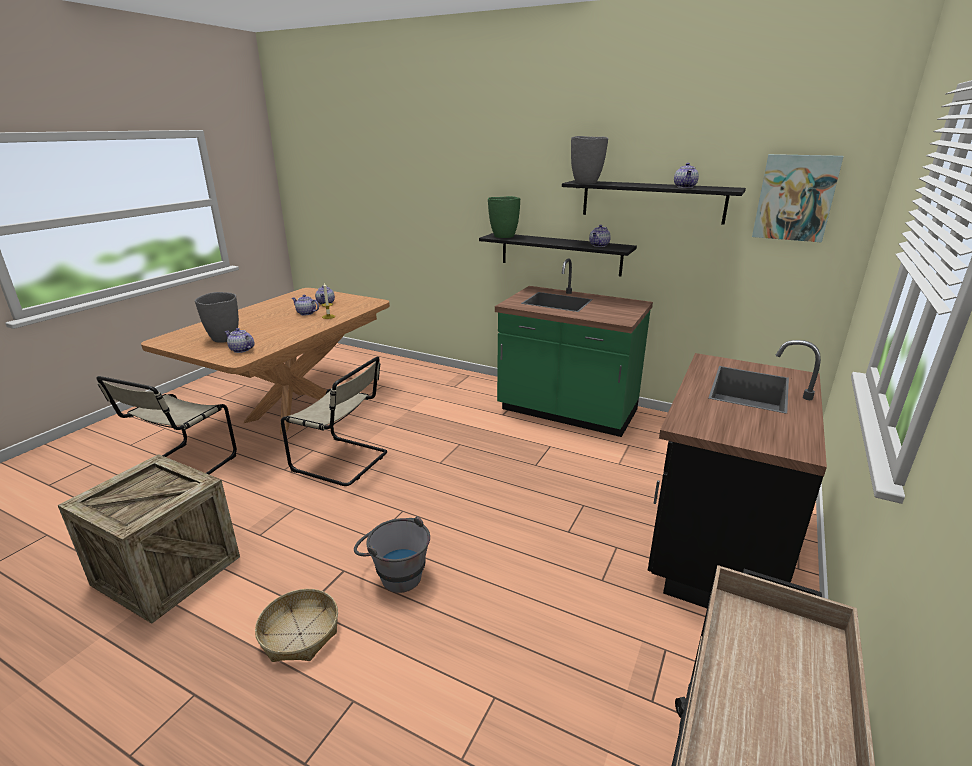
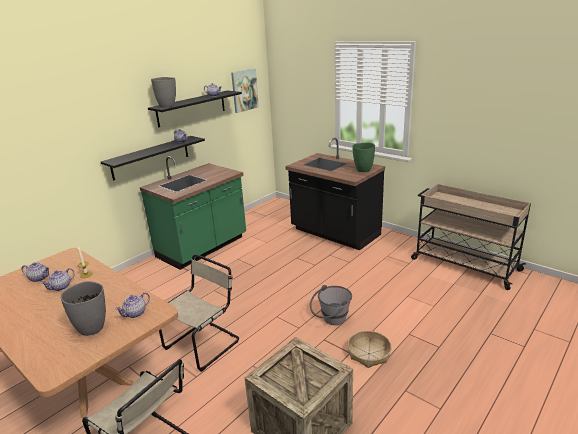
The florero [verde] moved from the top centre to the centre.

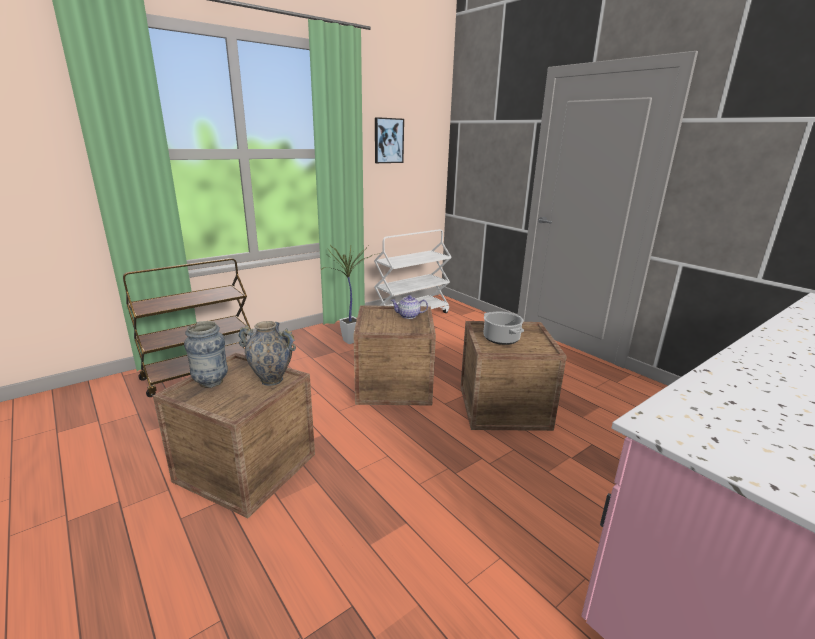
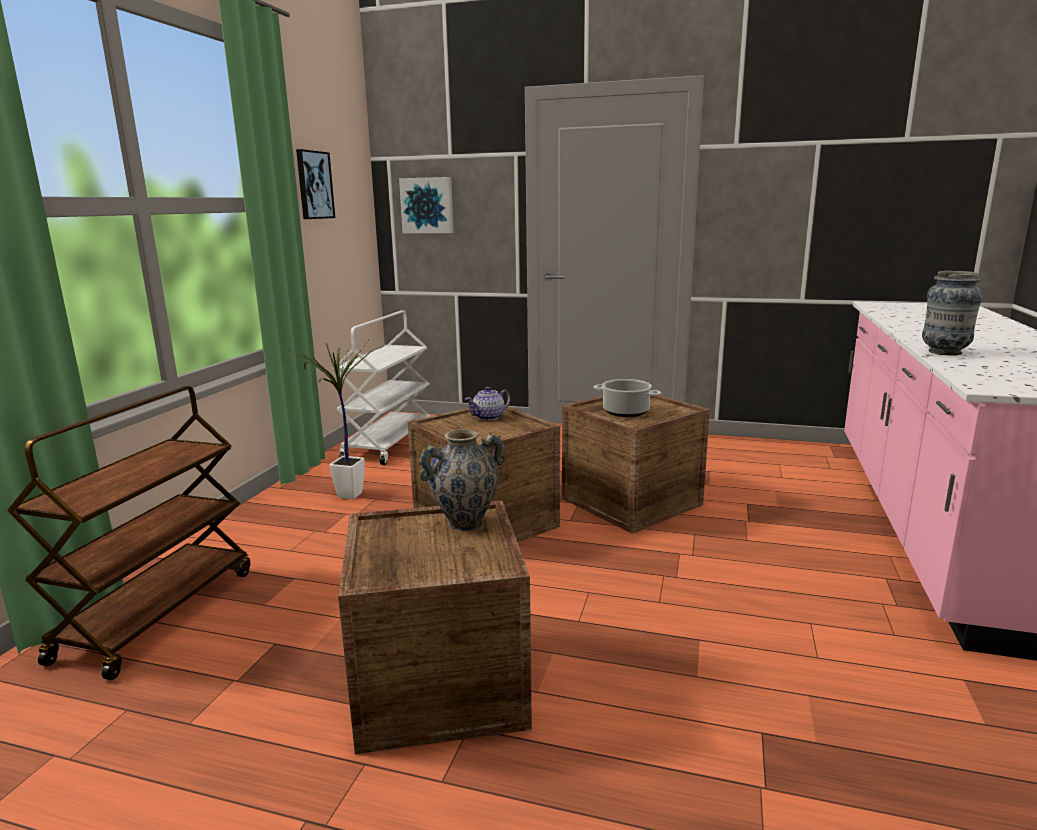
The florero (no. 1 from left in the first image) moved from the middle left to the middle right.
The cuadro (no. 2 from left) at the top centre appeared.

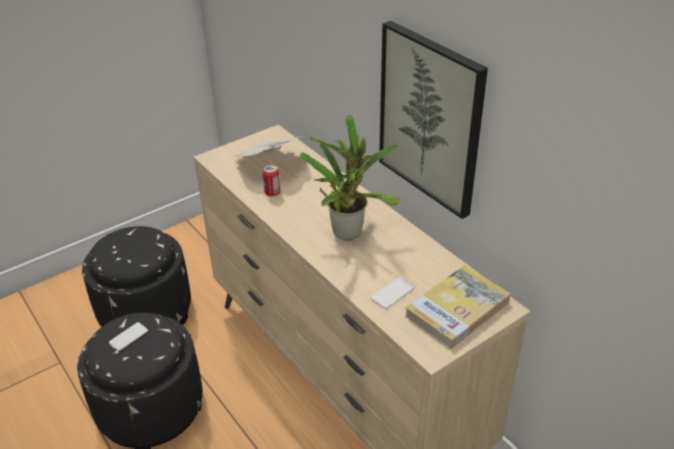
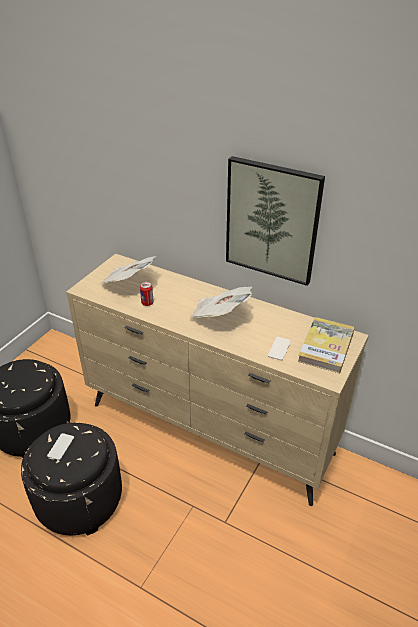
The planta en maceta at the centre was replaced by the periódico (no. 2 from left) at the centre.

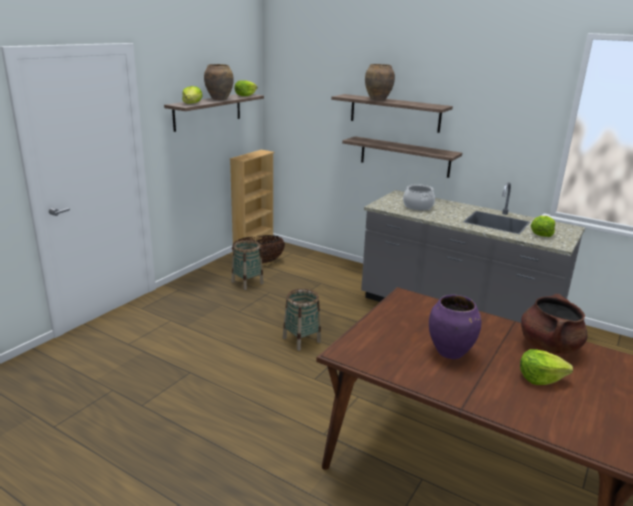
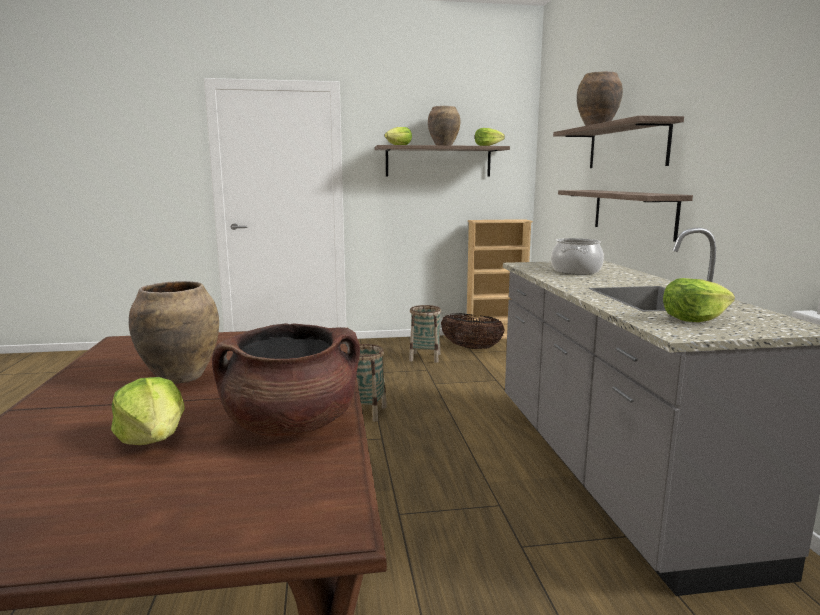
The florero [morado] at the middle right became the florero [marrón] (no. 1 from left) at the middle left.

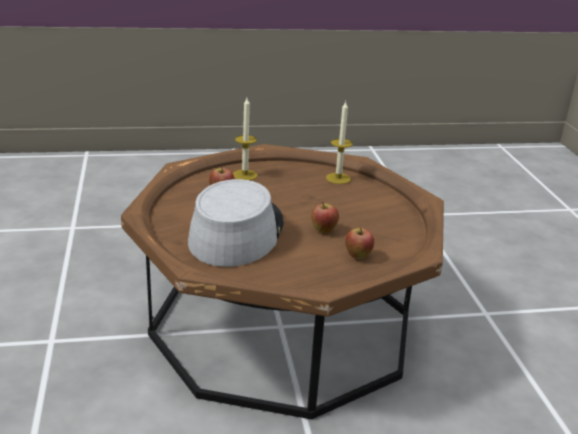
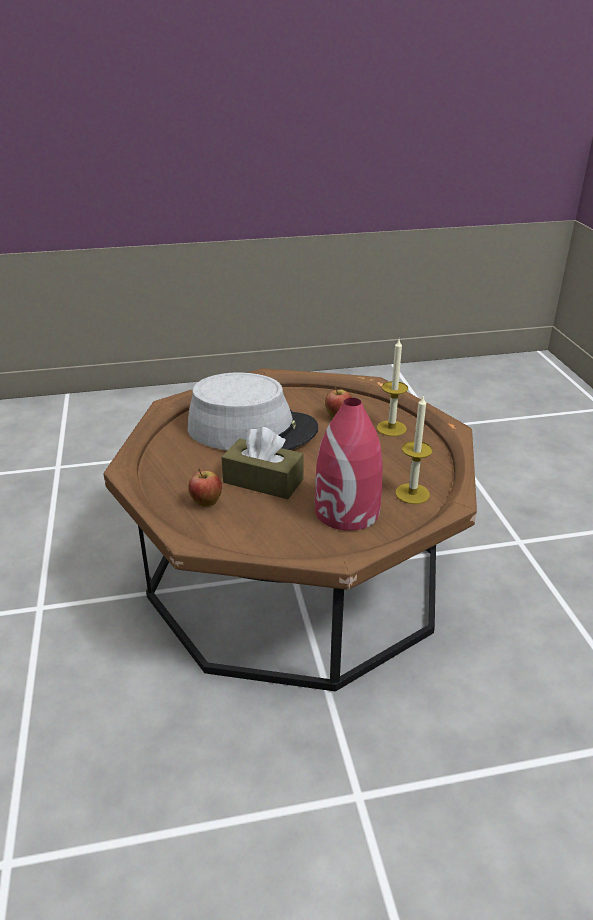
The manzana (no. 2 from left) at the centre was replaced by the caja de pañuelos [marrón] at the centre.
The florero [rojo] at the centre appeared.

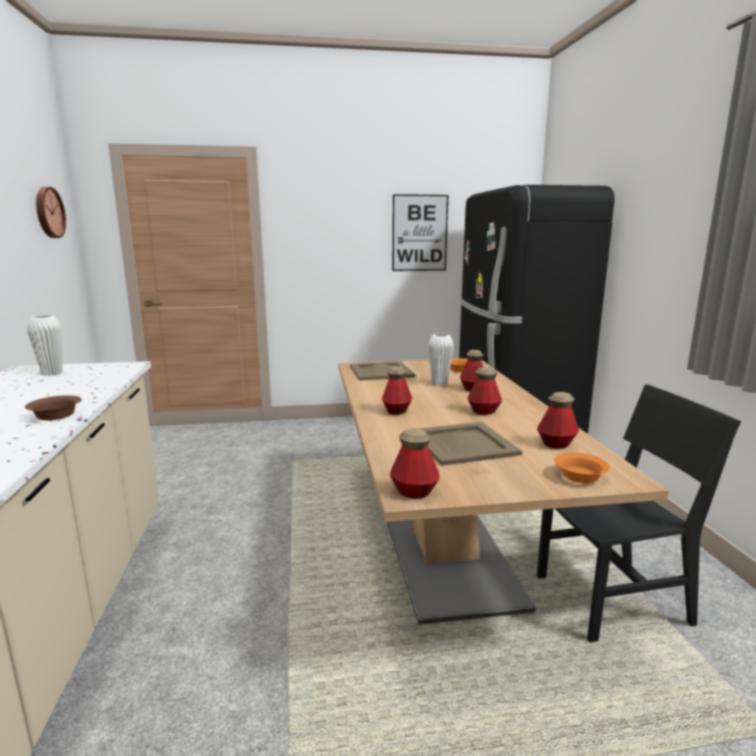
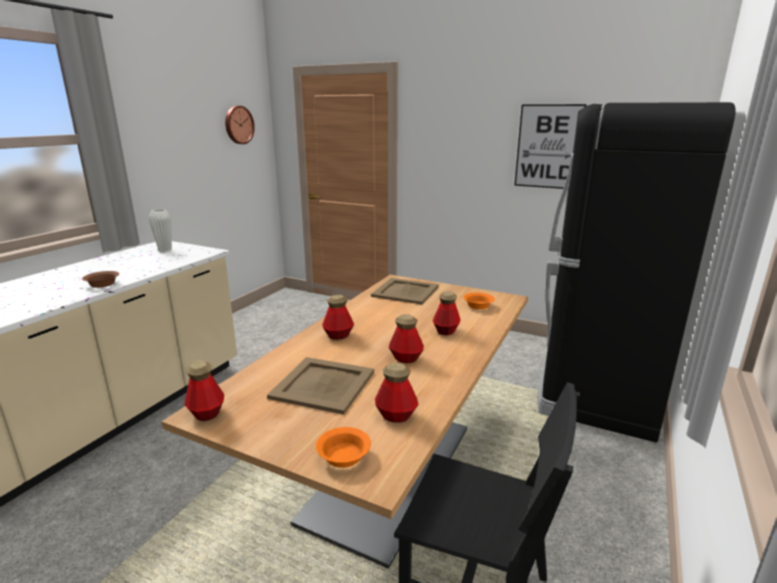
The florero [blanco] (no. 2 from left) at the centre disappeared.

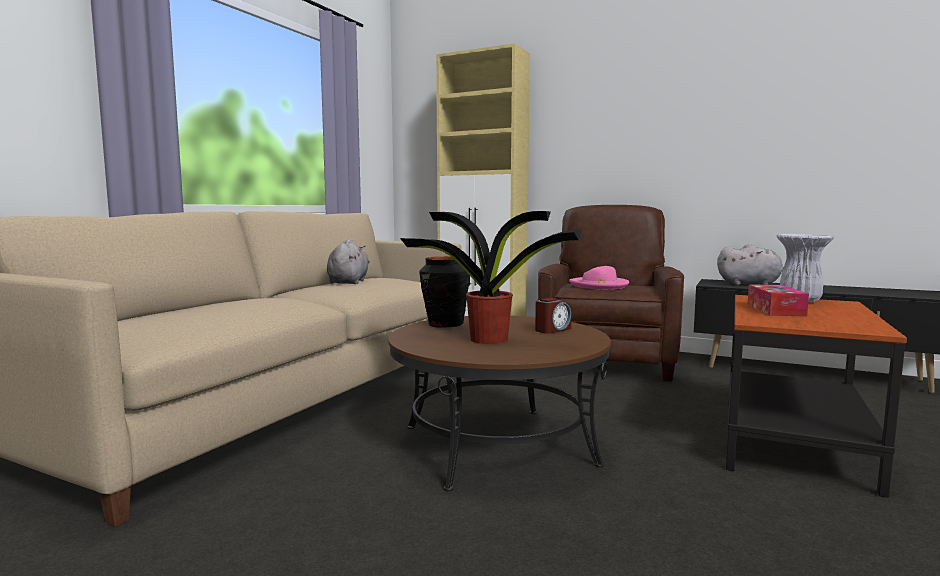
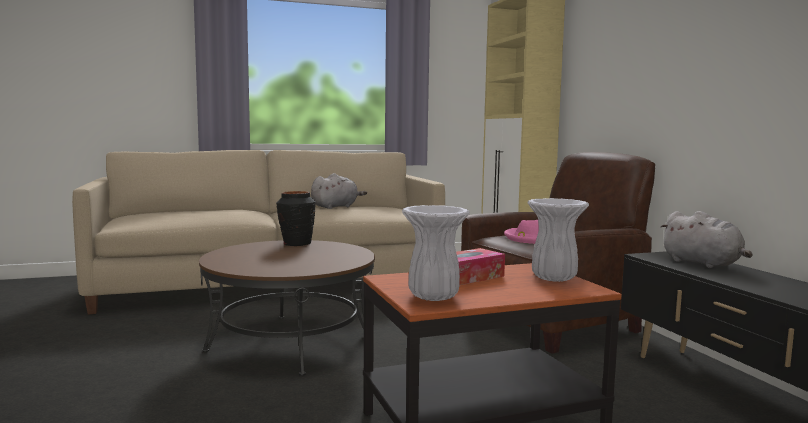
The planta en maceta at the centre disappeared.
The despertador at the centre disappeared.
The florero [blanco] (no. 1 from left) at the centre appeared.

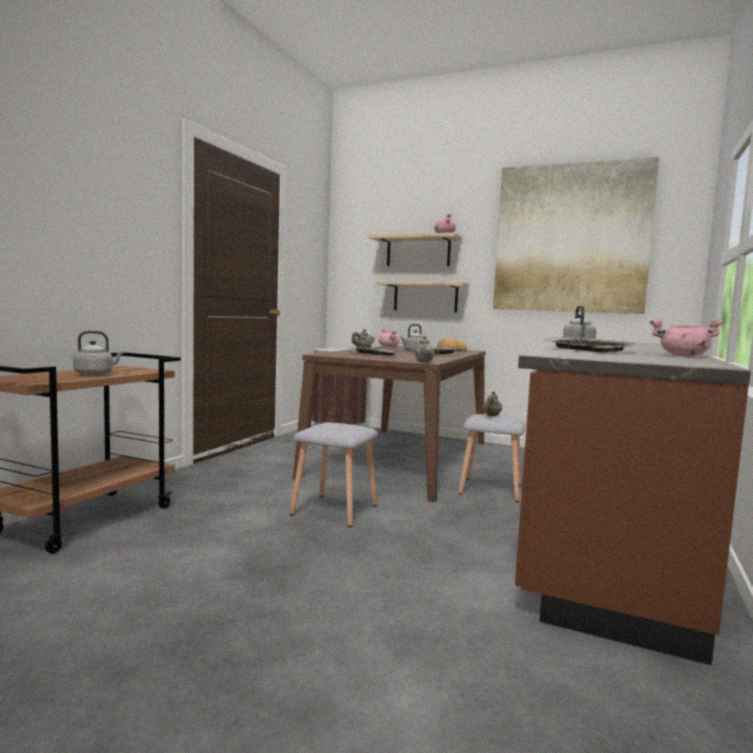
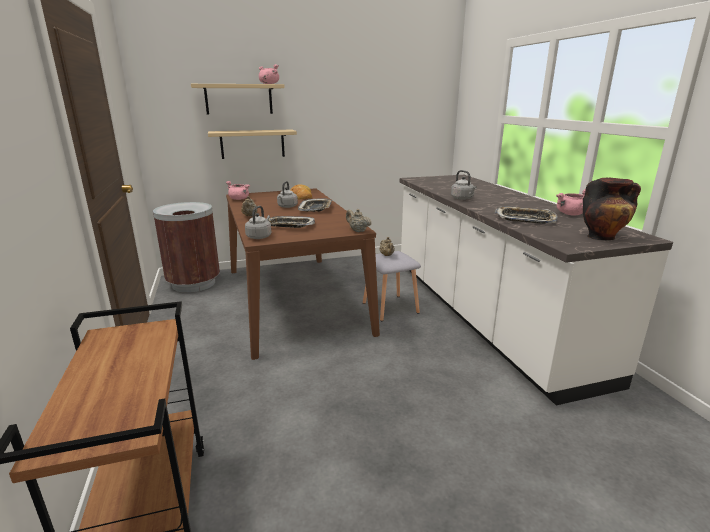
The hervidor [gris] (no. 1 from left) moved from the middle left to the centre.
The taburete [gris] (no. 1 from left) at the centre disappeared.
The cuadro at the top right disappeared.
The mueble bajo de cocina [marrón] at the bottom right became the mueble bajo de cocina [blanco] at the middle right.
The florero at the middle right appeared.

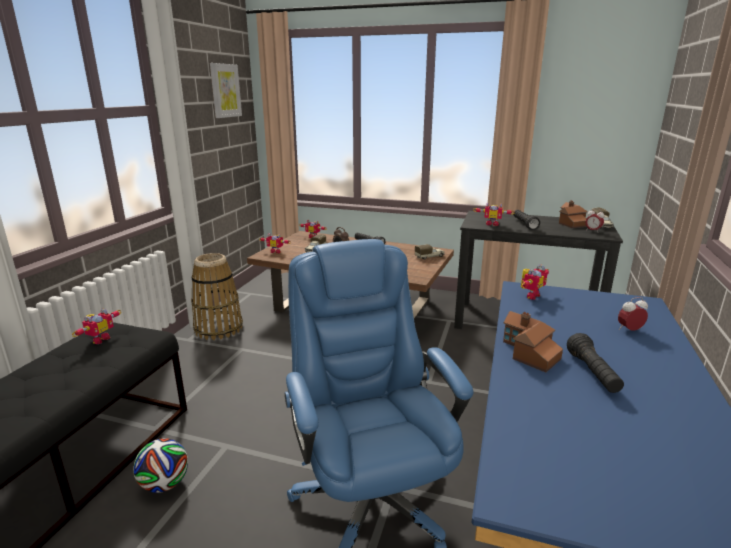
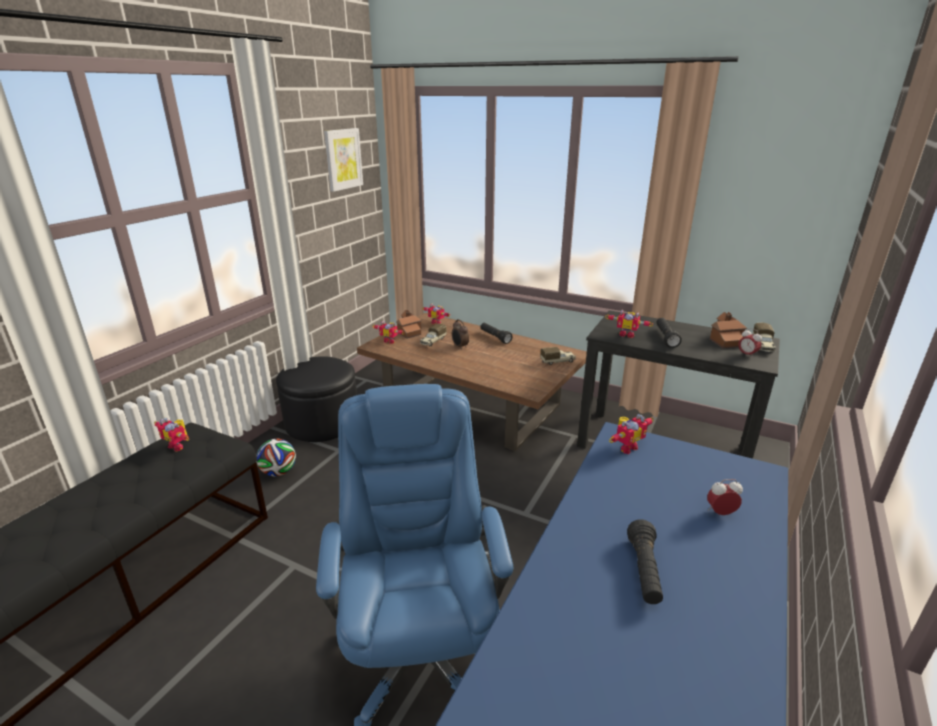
The robot de juguete (no. 1 from left) at the middle left turned 90 degrees clockwise.
The balón de fútbol moved from the bottom left to the middle left.
The cesta at the middle left was replaced by the puf [negro] at the centre.
The casita (no. 1 from left) moved from the middle right to the centre.

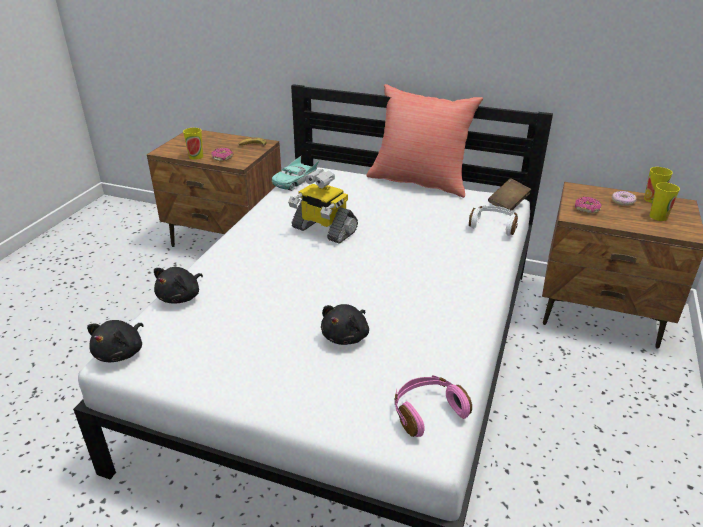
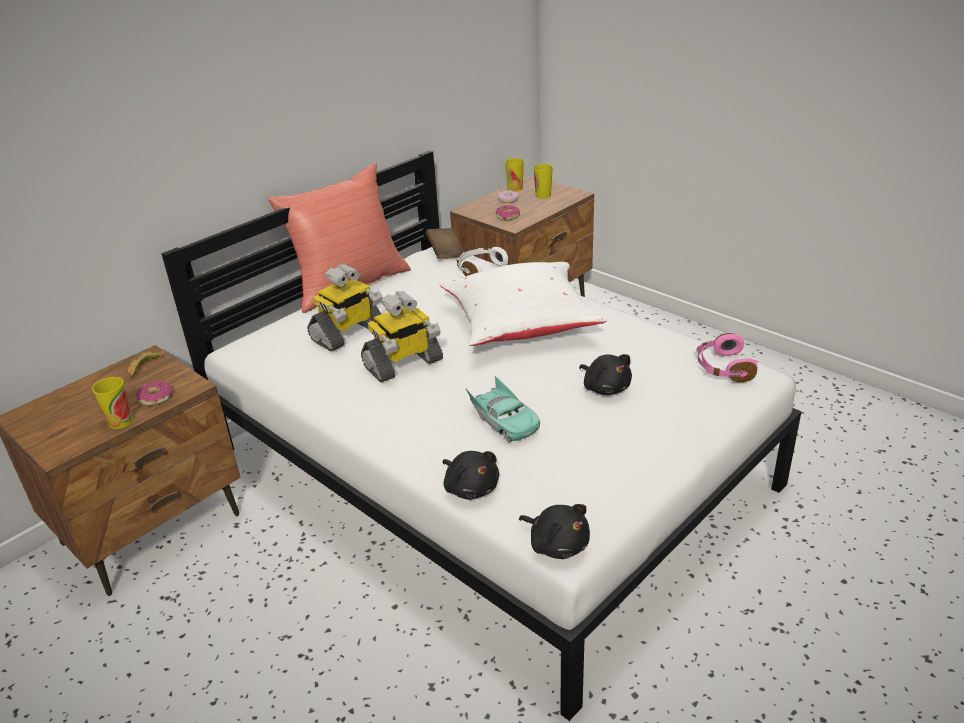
The coche de juguete [turquesa] moved from the top centre to the centre.
The robot de juguete (no. 1 from left) at the centre appeared.
The cojín [blanco] at the centre appeared.

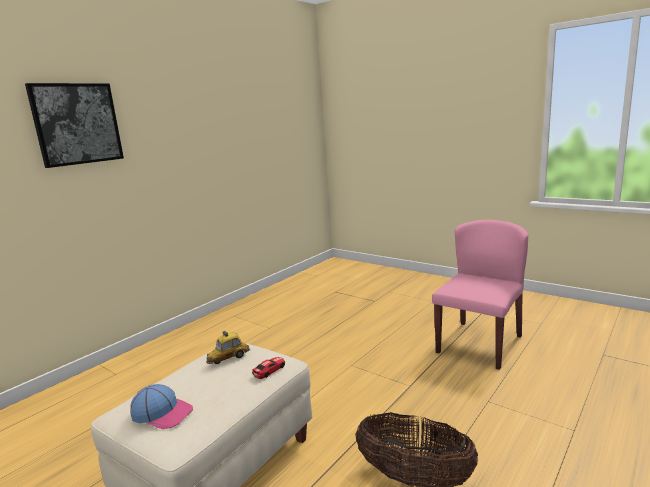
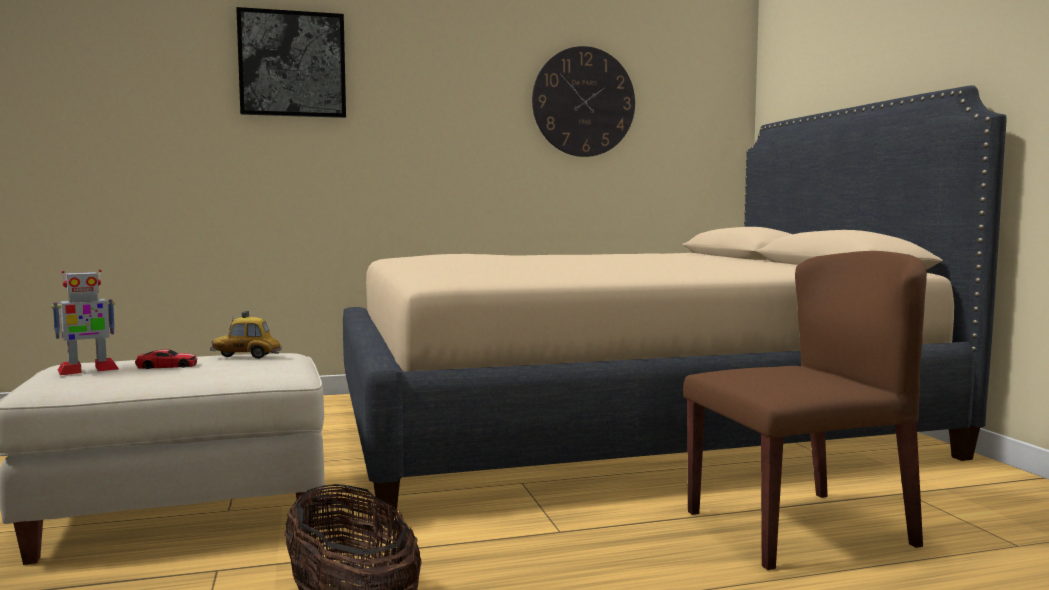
The gorra at the bottom left was replaced by the robot de juguete at the middle left.
The coche de juguete (no. 2 from left in the first image) moved from the bottom centre to the middle left.
The silla [rosa] at the middle right became the silla [marrón] at the bottom right.
The cama [beis] at the centre appeared.
The reloj de pared at the top centre appeared.

